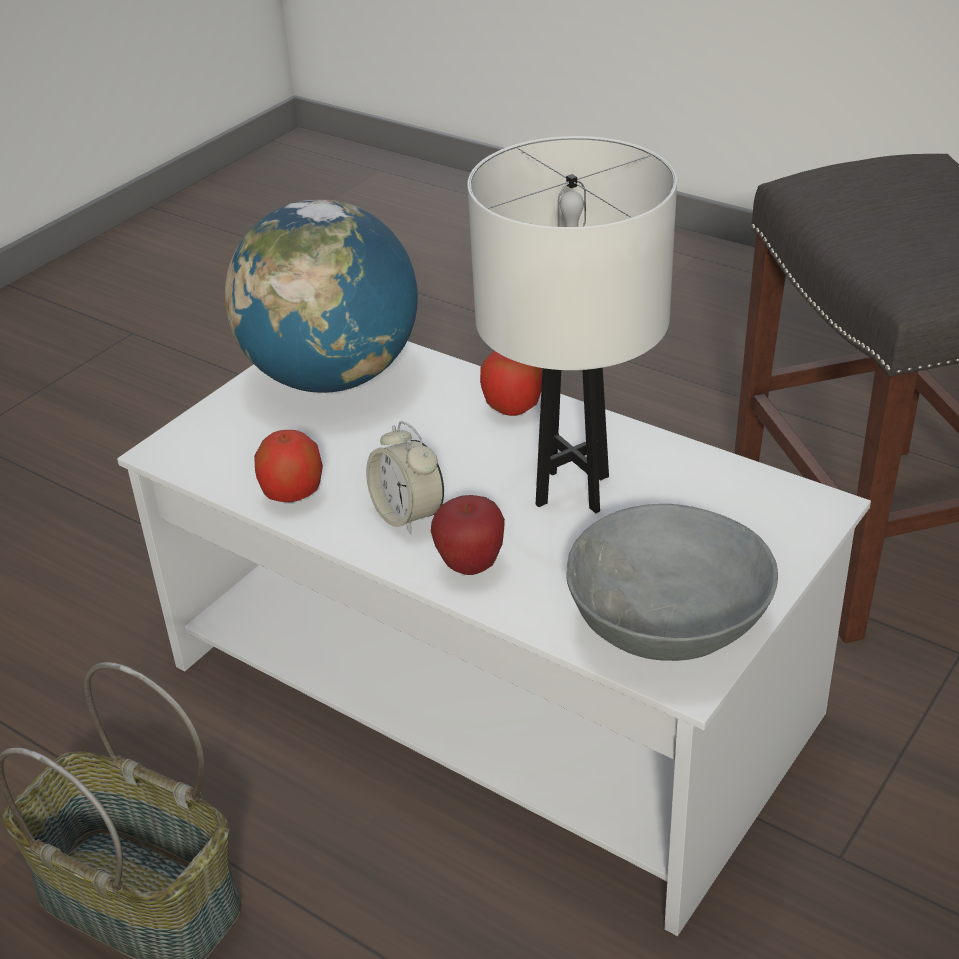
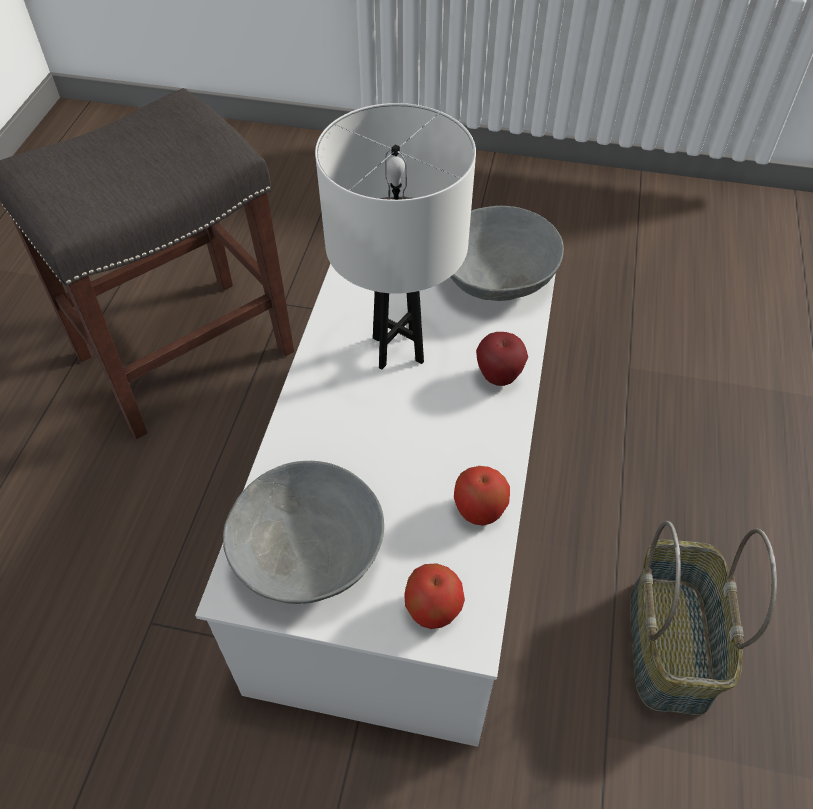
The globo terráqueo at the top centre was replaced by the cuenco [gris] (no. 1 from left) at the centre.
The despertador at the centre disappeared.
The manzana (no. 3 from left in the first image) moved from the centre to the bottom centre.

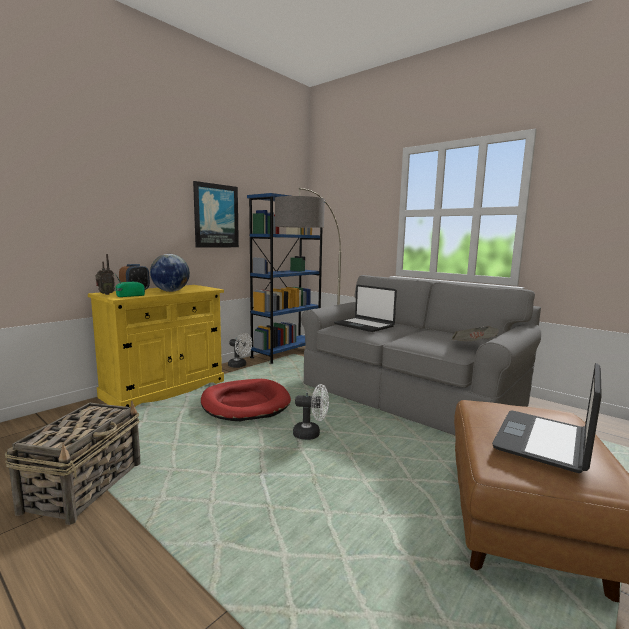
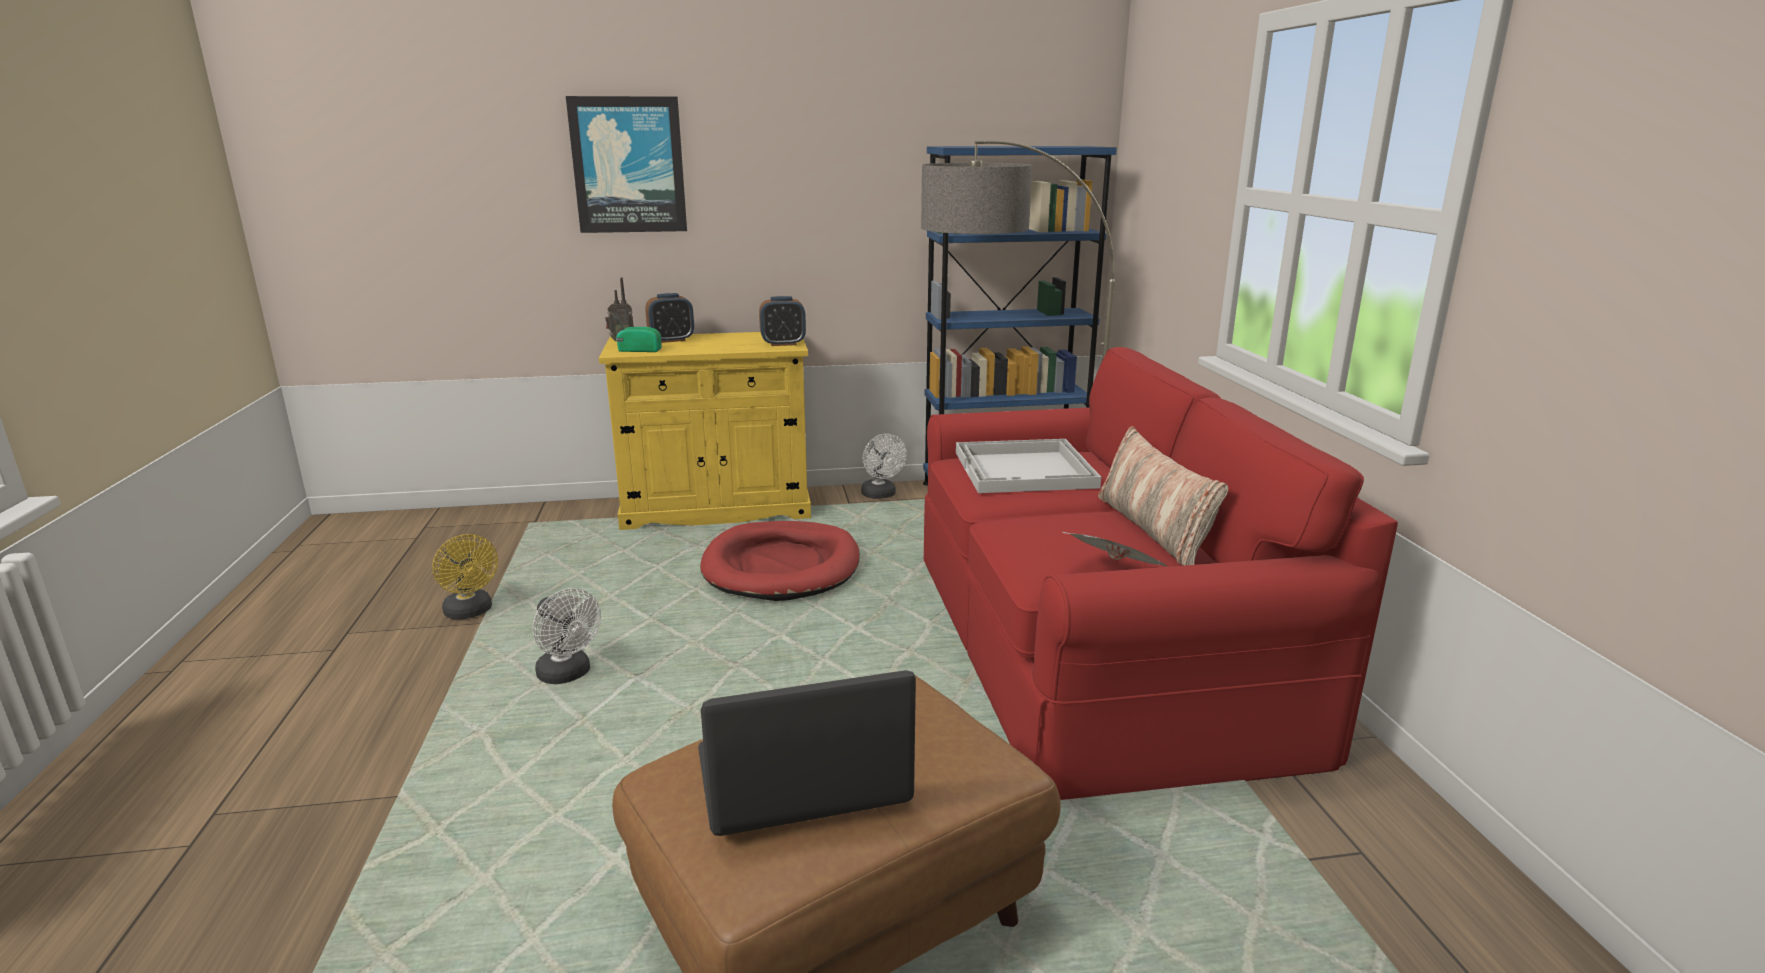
The cesta at the bottom left was replaced by the ventilador [amarillo] at the middle left.
The globo terráqueo at the middle left disappeared.
The cuadro moved from the centre to the top centre.
The ventilador [blanco] (no. 2 from left in the first image) moved from the centre to the middle left.
The sofá [gris] at the middle right became the sofá [rojo] at the centre.
The portátil (no. 1 from left) at the centre was replaced by the bandeja [blanco] at the centre.
The despertador (no. 2 from left) at the top centre appeared.
The cojín at the centre appeared.

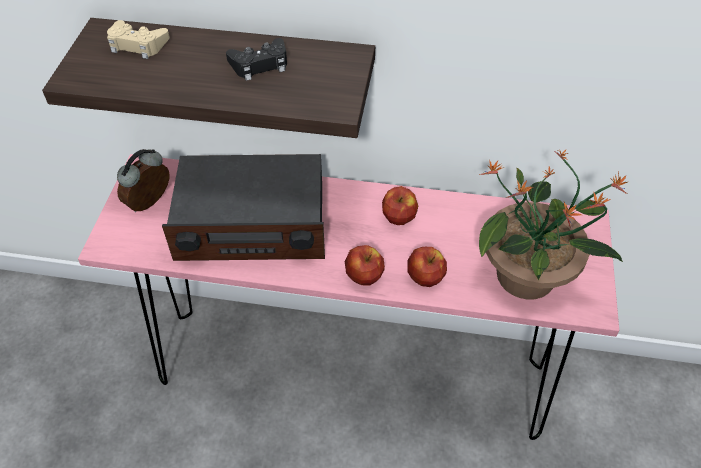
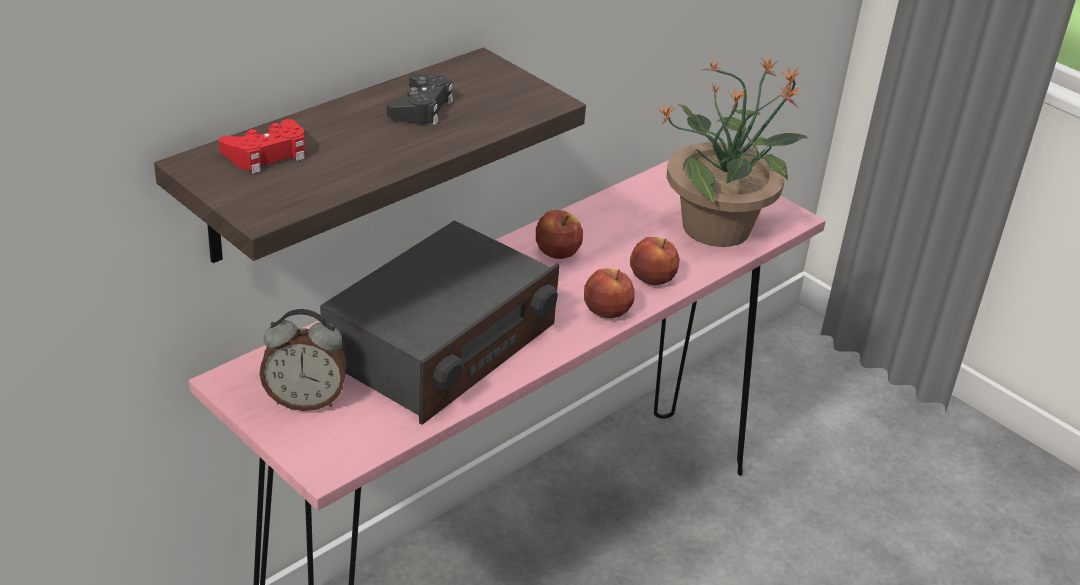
The mando de consola [beis] at the top left became the mando de consola [rojo] at the top left.
The despertador at the middle left turned 75 degrees counterclockwise.

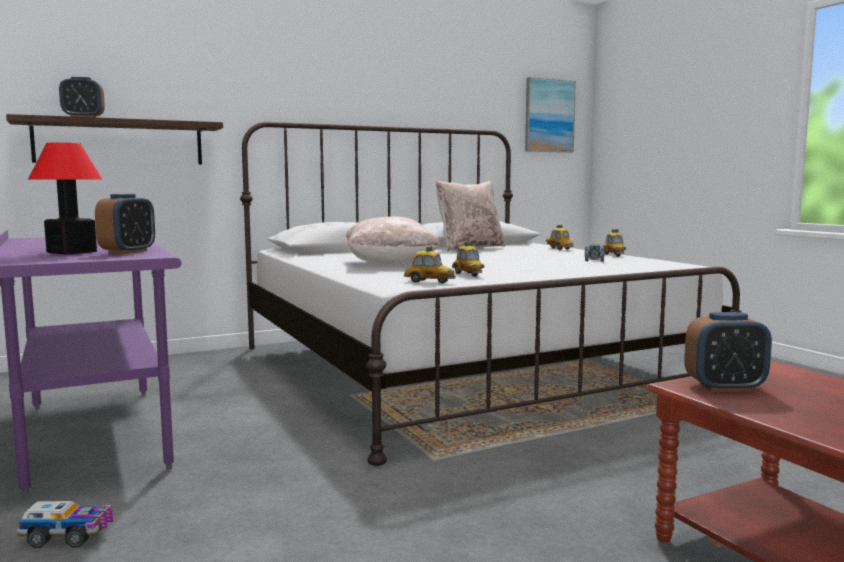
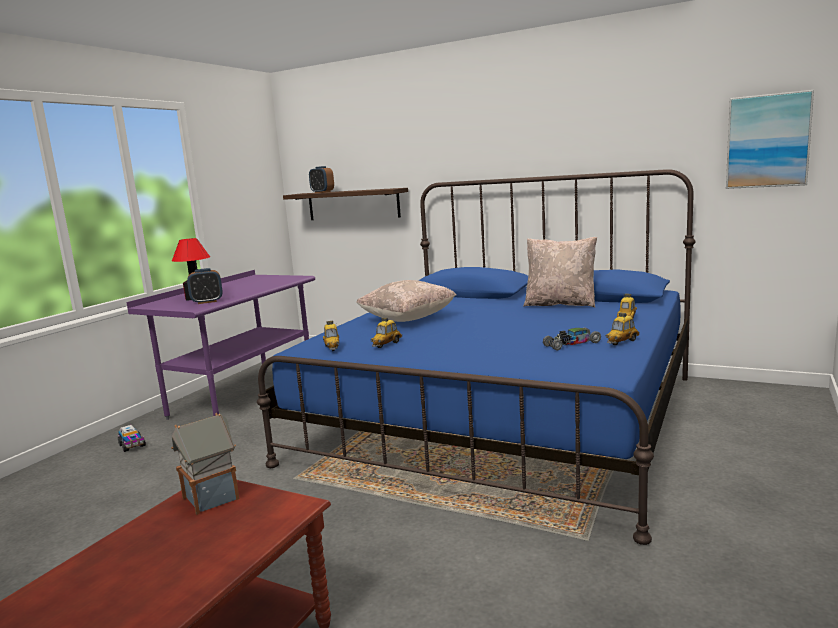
The cama [blanco] at the centre became the cama [azul] at the centre.
The despertador (no. 3 from left) at the middle right was replaced by the casita at the bottom left.

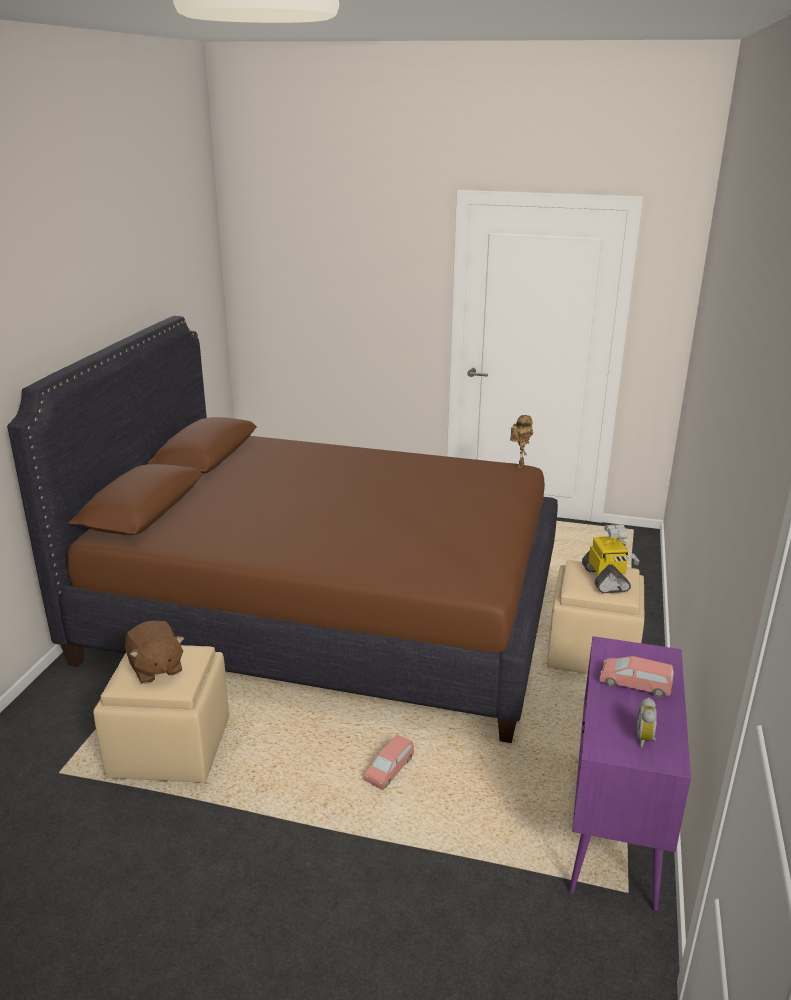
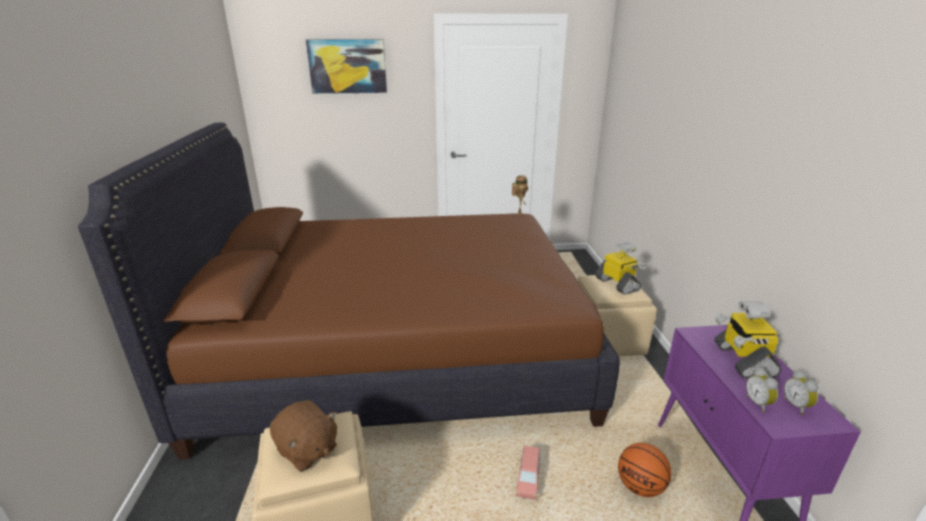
The coche de juguete [rosa] (no. 2 from left) at the bottom right was replaced by the robot de juguete (no. 3 from left) at the middle right.
The cuadro at the top centre appeared.
The balón de baloncesto at the bottom right appeared.
The despertador (no. 1 from left) at the bottom right appeared.

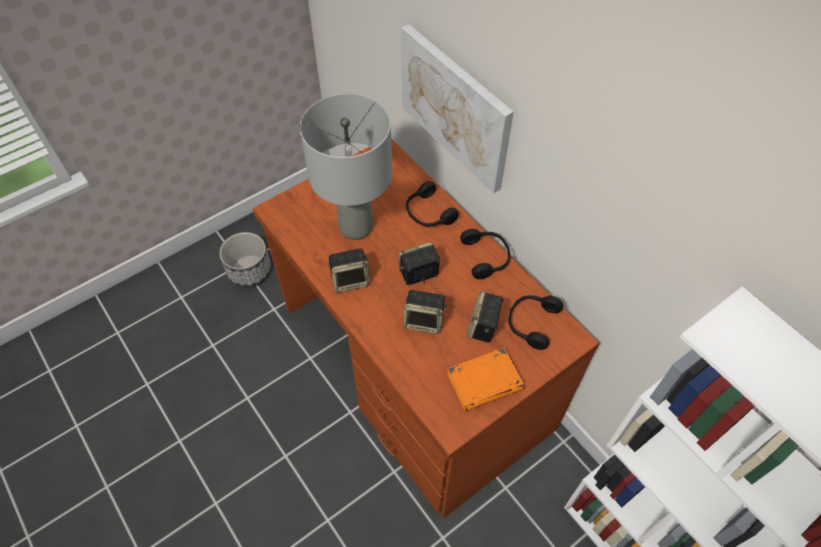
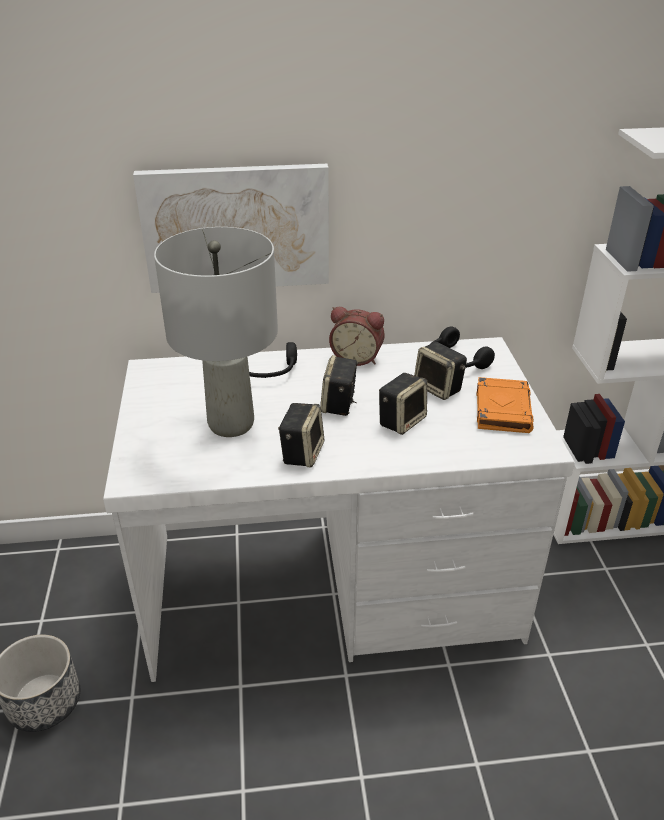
The escritorio [marrón] at the centre became the escritorio [blanco] at the centre.
The auriculares [negro] (no. 2 from left) at the centre was replaced by the despertador at the centre.

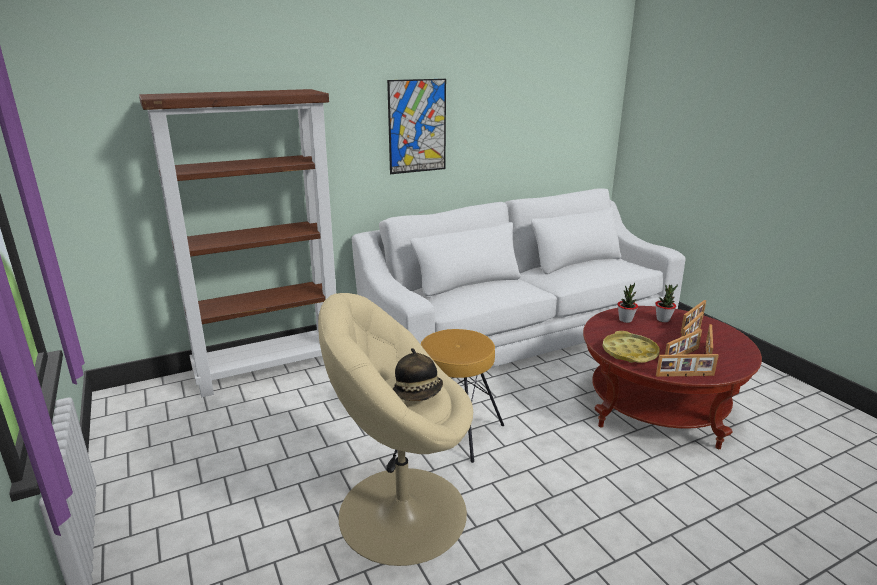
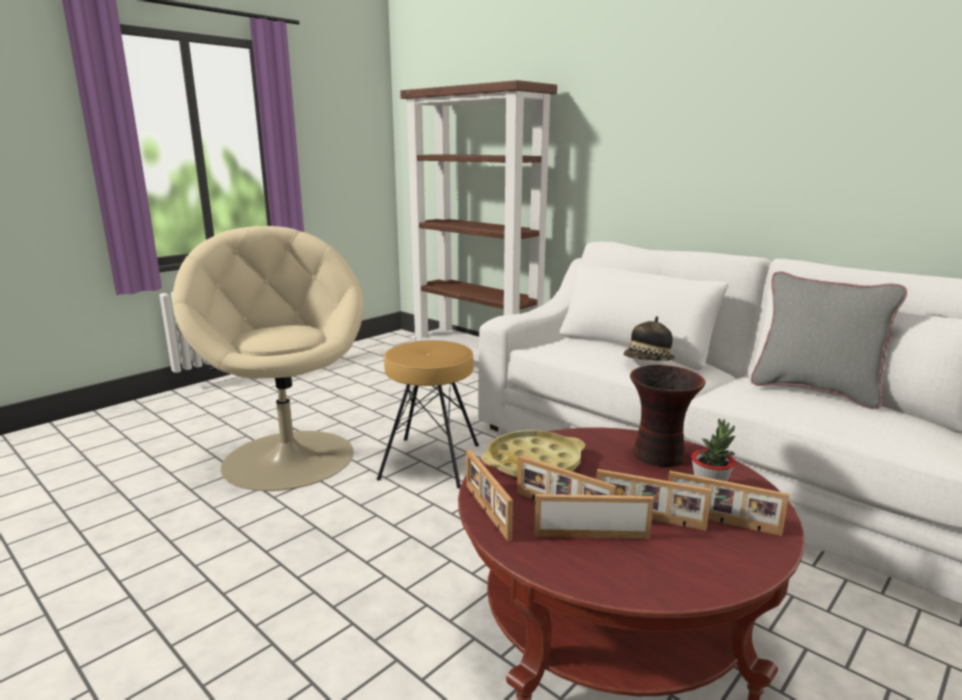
The cuadro at the top centre disappeared.
The sombrero moved from the centre to the middle right.
The planta en maceta (no. 1 from left) at the middle right was replaced by the florero at the middle right.
The cojín [gris] at the middle right appeared.

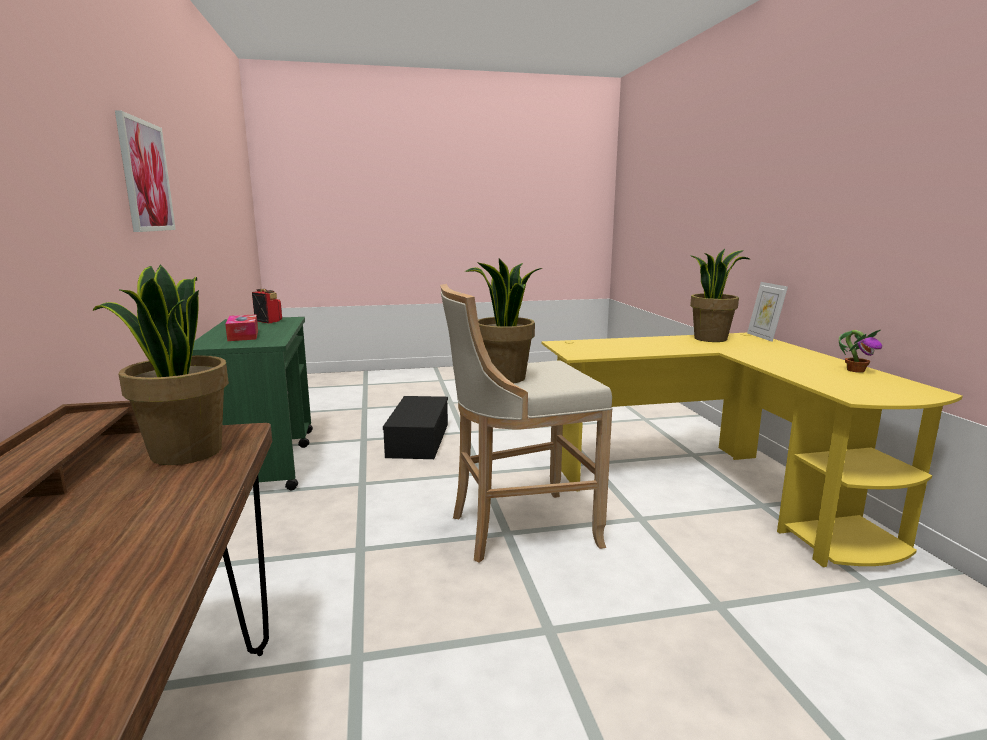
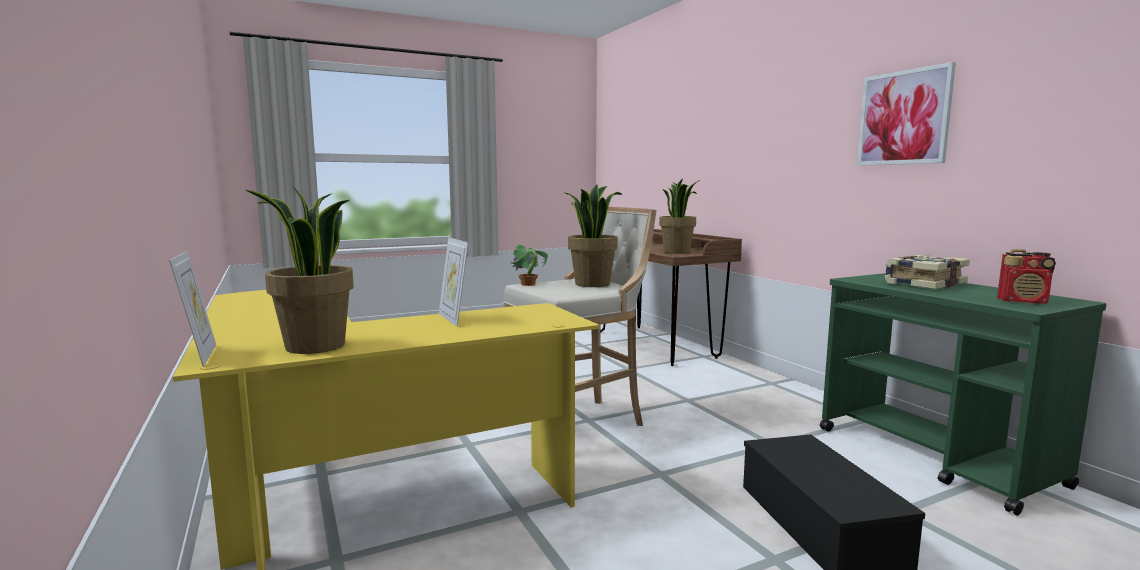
The caja de pañuelos at the middle left was replaced by the libro at the middle right.
The planta en maceta (no. 4 from left in the first image) moved from the middle right to the centre.
The portarretratos (no. 2 from left) at the centre appeared.

